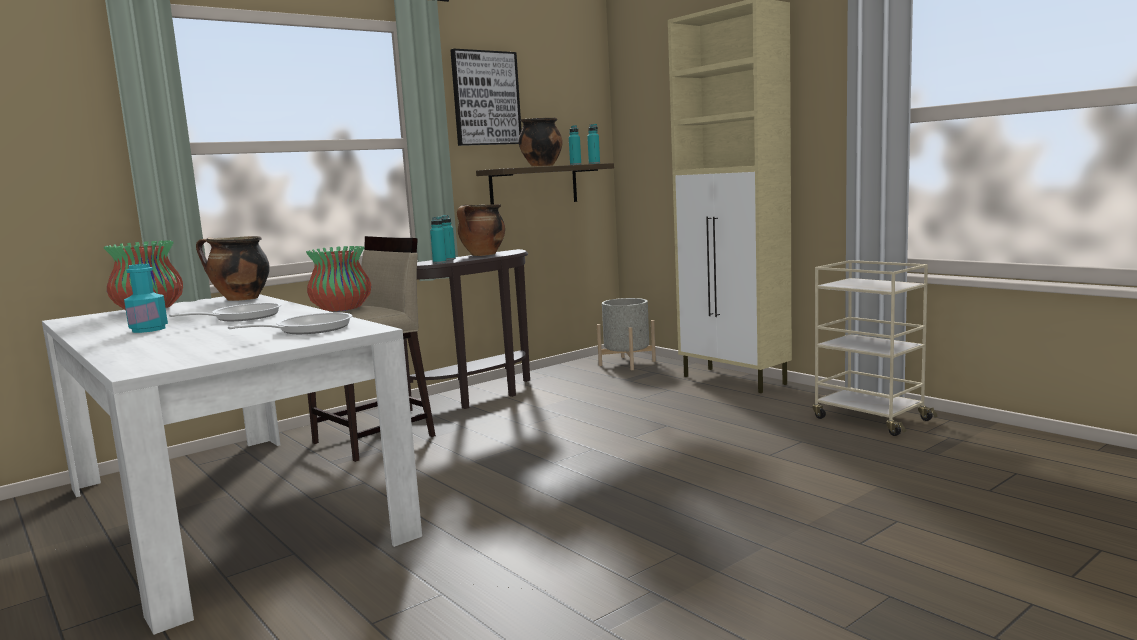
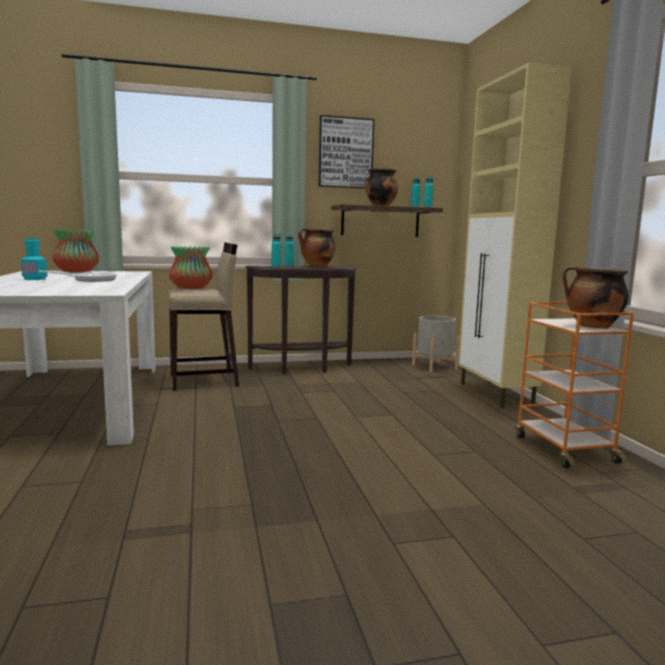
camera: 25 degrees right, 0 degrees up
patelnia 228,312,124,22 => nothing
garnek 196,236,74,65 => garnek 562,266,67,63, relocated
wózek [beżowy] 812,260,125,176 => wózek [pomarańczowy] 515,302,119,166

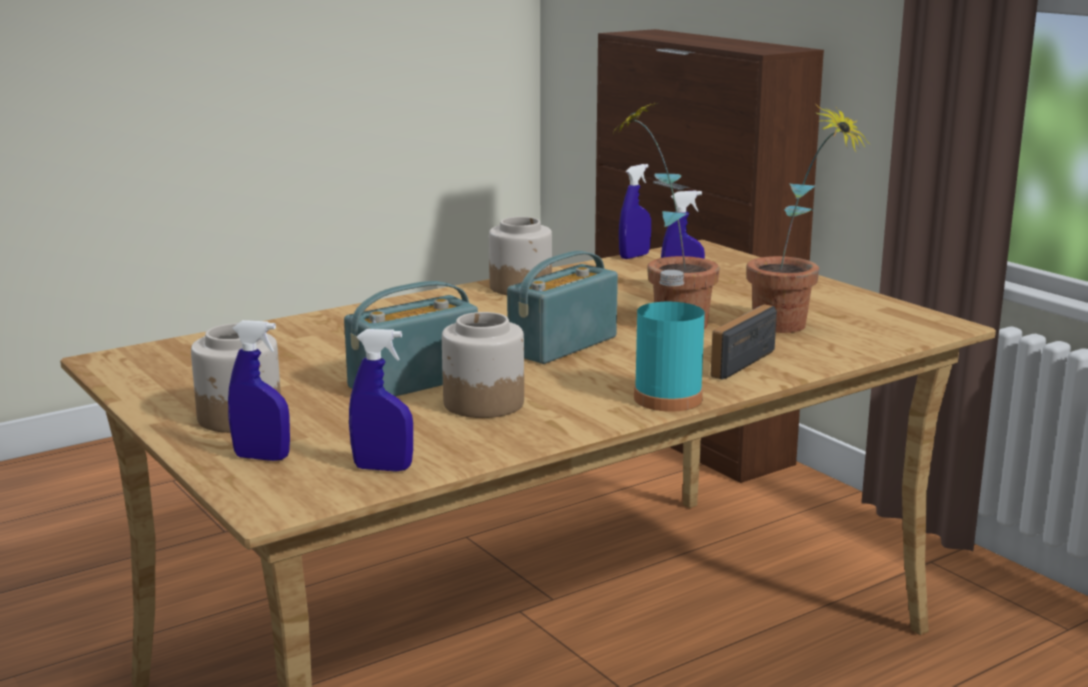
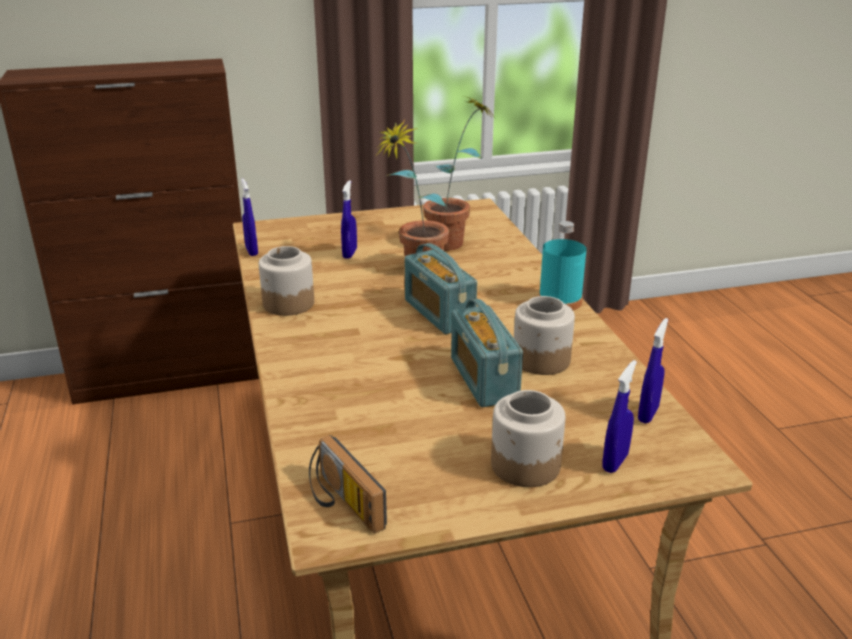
camera: 70 degrees left, 10 degrees up
radio 711,304,66,76 => radio 309,435,78,99, relocated

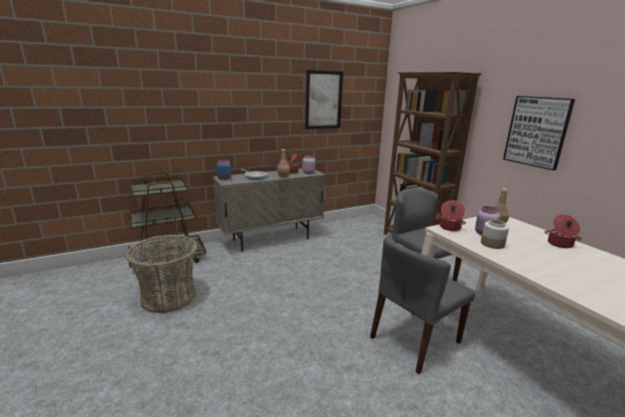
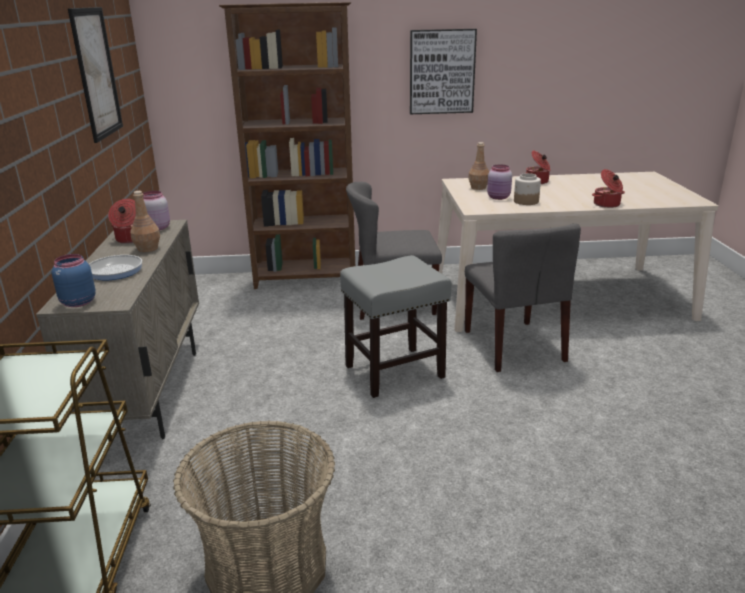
camera: 65 degrees left, 5 degrees up
nothing => stołek [szary] 340,255,112,143
garnek 438,200,28,31 => garnek 592,169,33,39, relocated

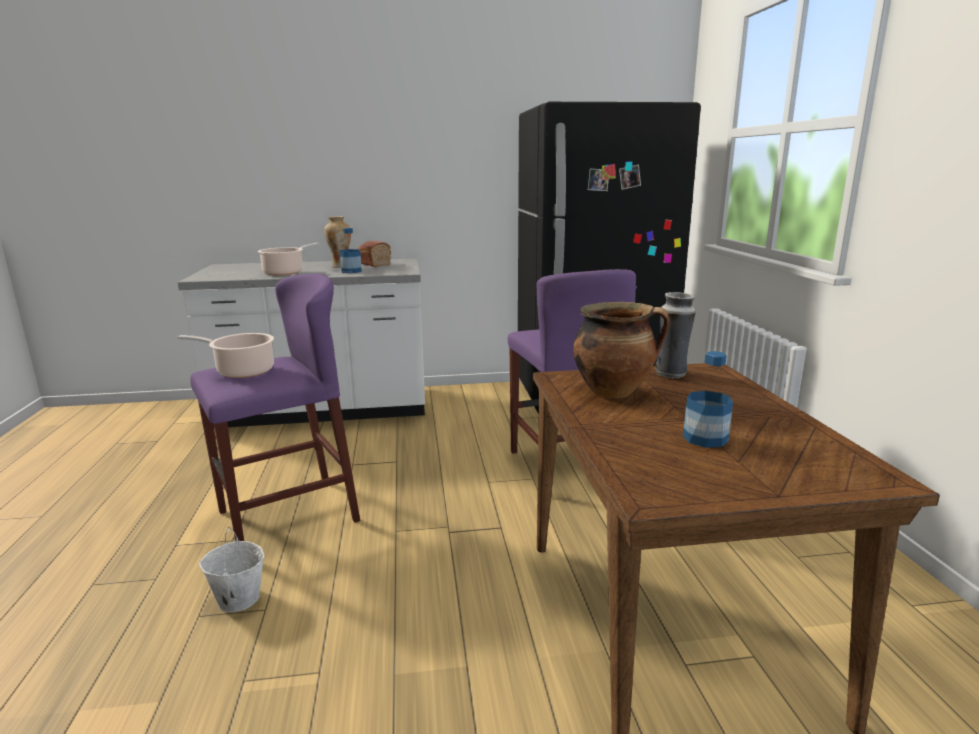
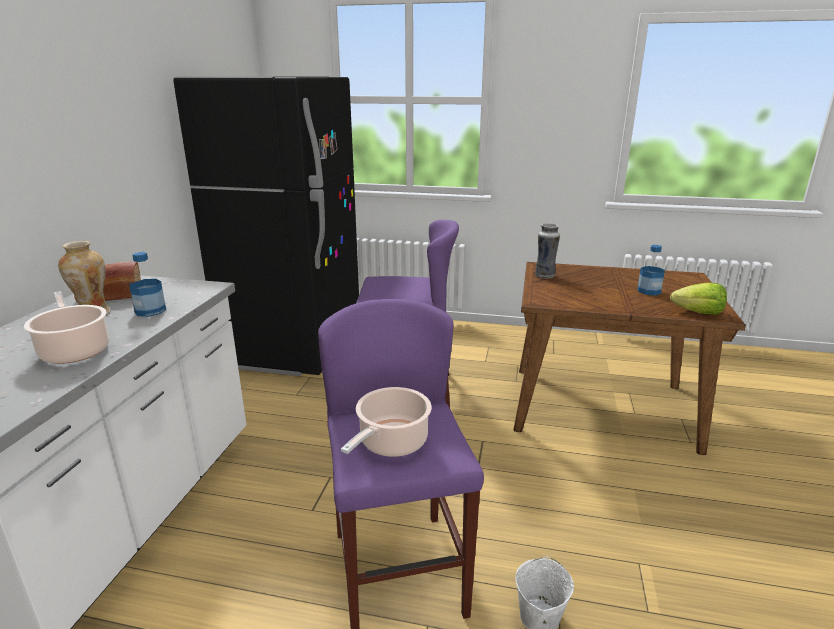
camera: 70 degrees left, 5 degrees up
garnek 573,302,96,96 => nothing
nothing => sałata 670,283,57,32

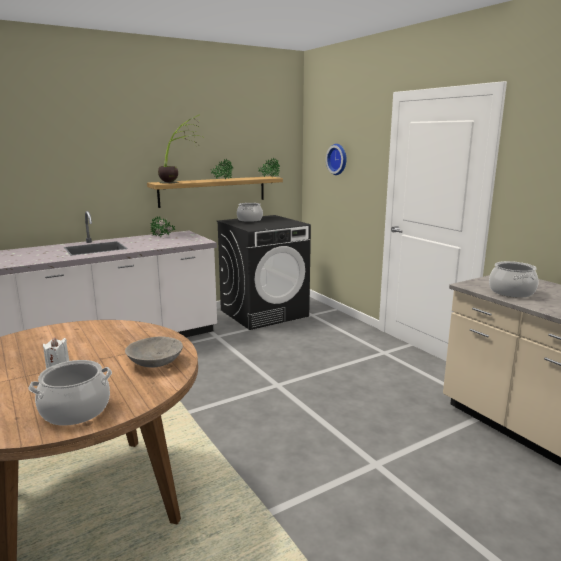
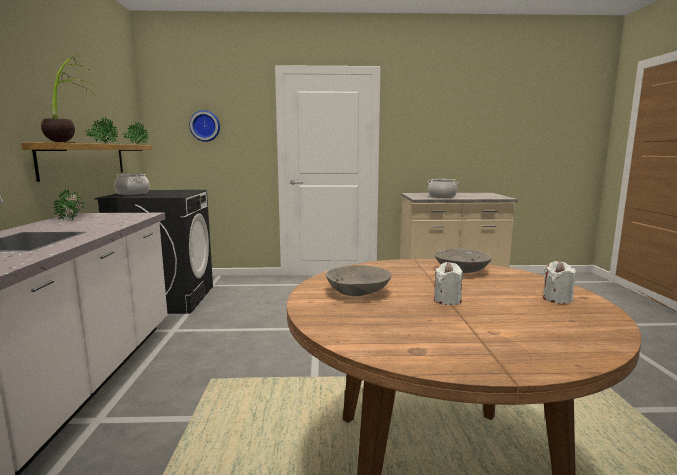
camera: 60 degrees left, 5 degrees down
nothing => miska [szary] 325,265,67,31
garnek 28,360,84,66 => świeca [biały] 543,261,33,43

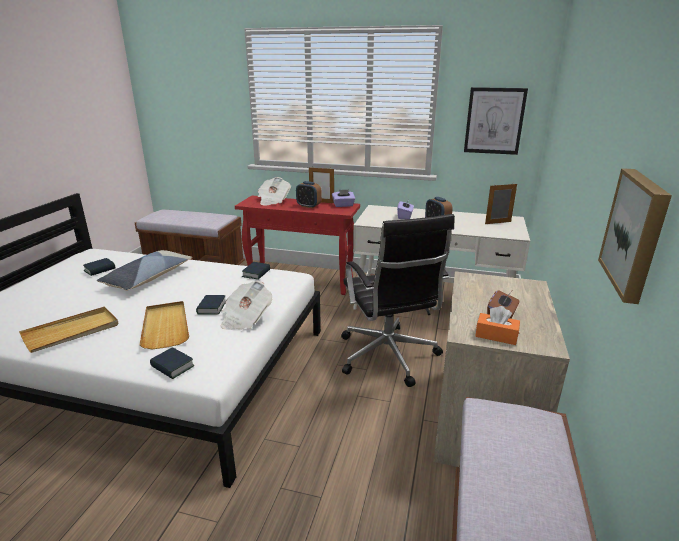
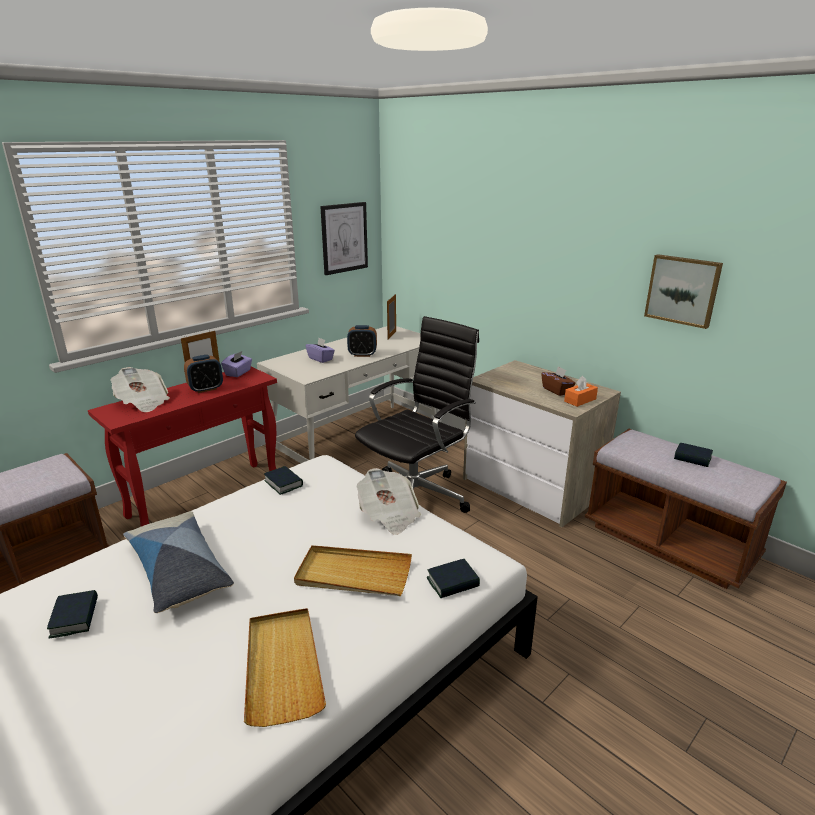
camera: 60 degrees left, 0 degrees up
książka 196,295,30,20 => książka 674,443,39,24, relocated
krzesło biurowe [czarny] 341,214,114,173 => krzesło biurowe [czarny] 355,316,124,197, 60 degrees counterclockwise

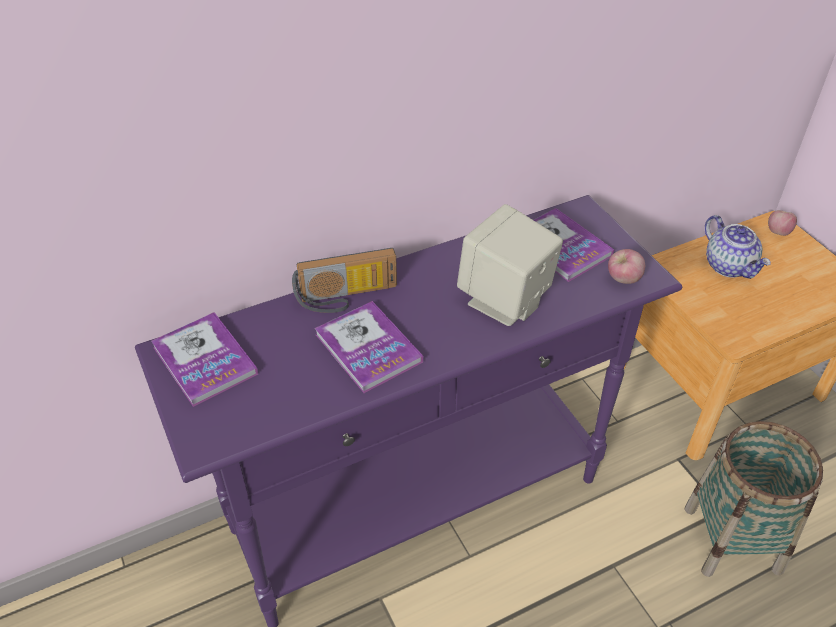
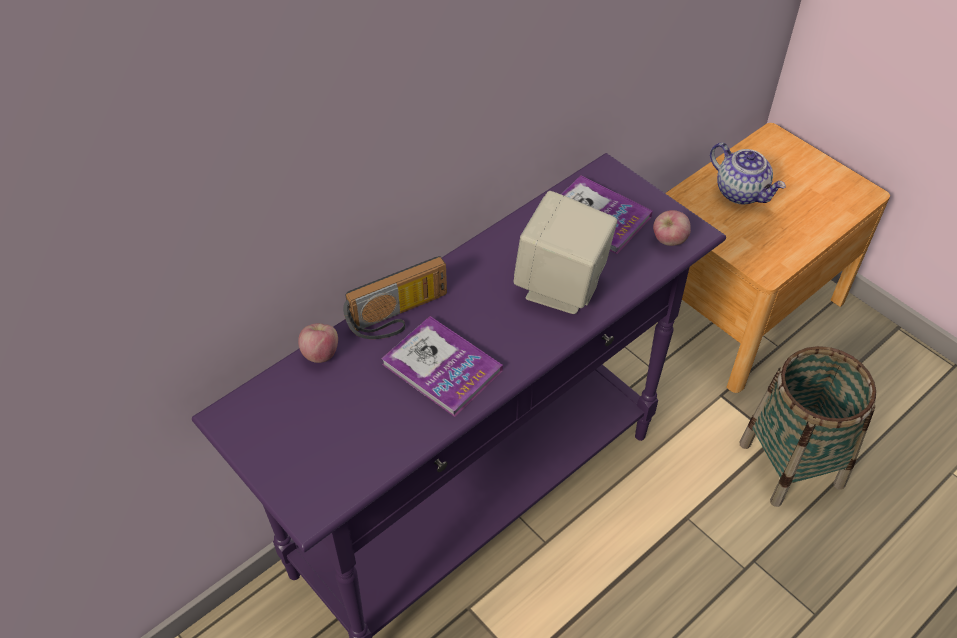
camera: 15 degrees left, 5 degrees up
książka 151,312,107,95 => nothing
jabłko 768,210,29,26 => jabłko 298,323,40,40, relocated

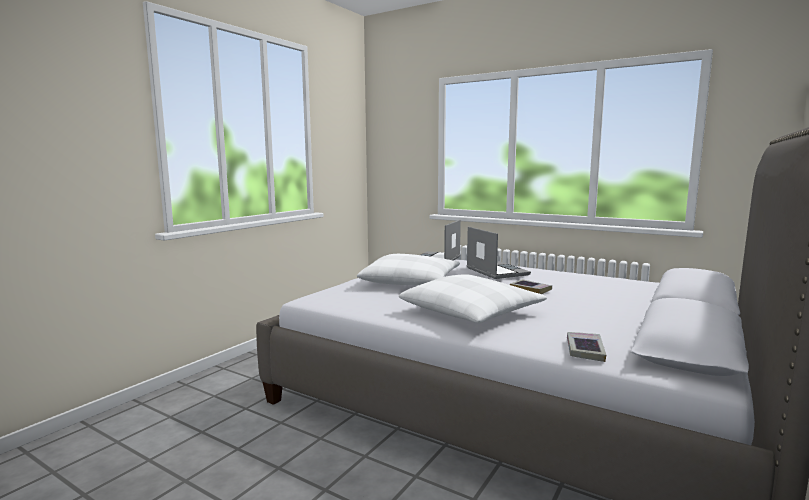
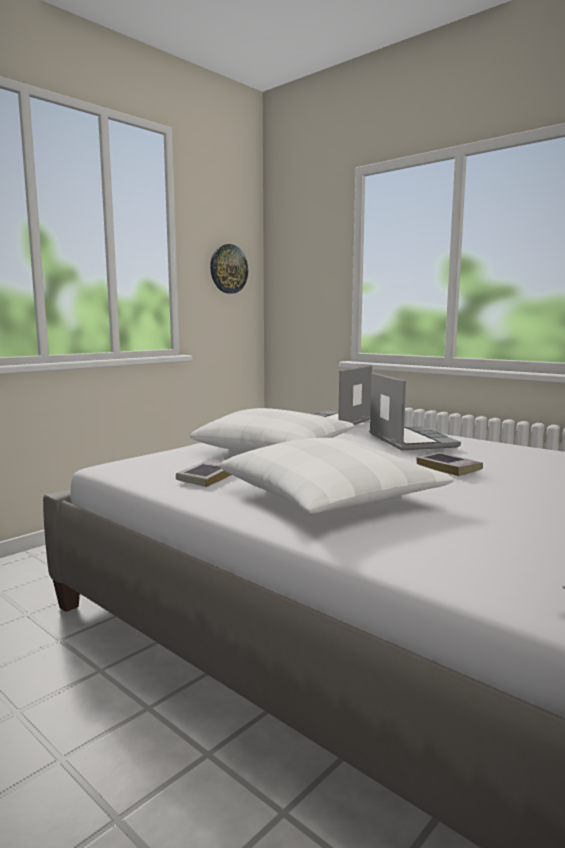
camera: 10 degrees right, 0 degrees up
nothing => zegar ścienny 210,244,38,50
książka 567,332,39,30 => książka 176,460,55,27, relocated

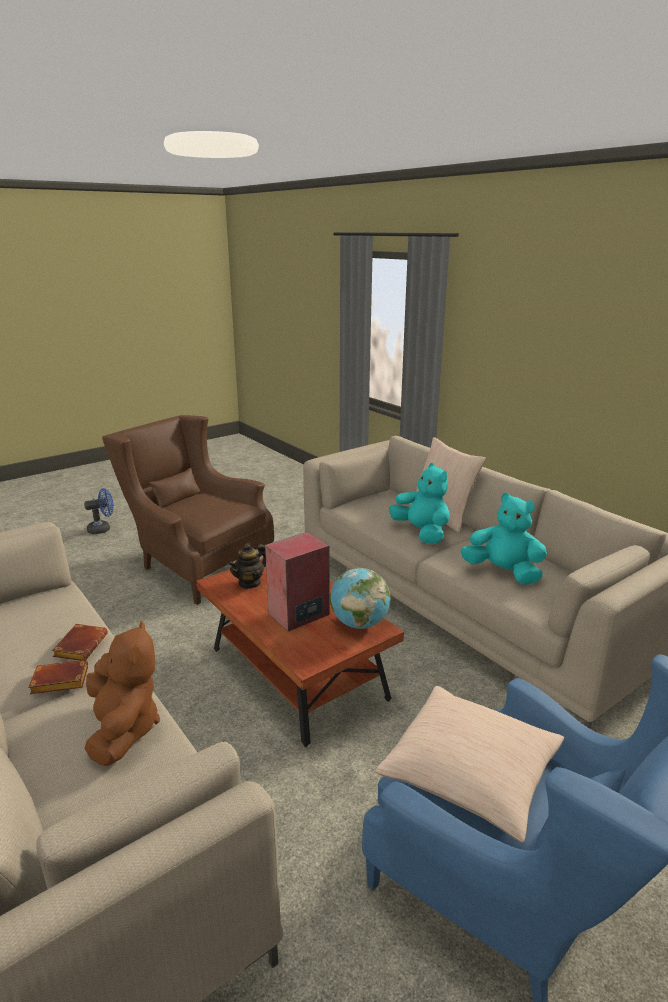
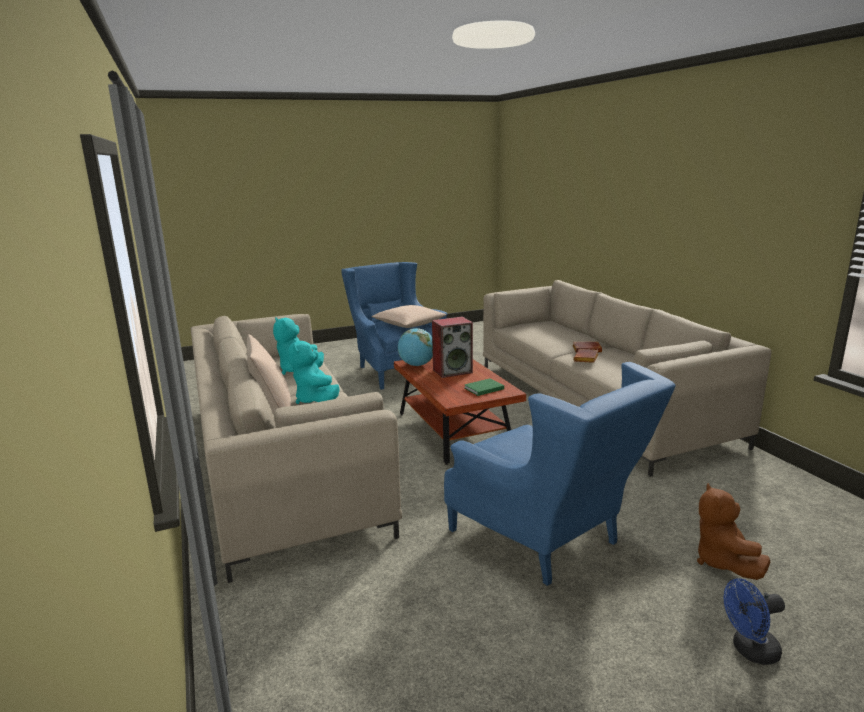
camera: 165 degrees left, 5 degrees down
pluszak [brązowy] 84,620,76,146 => pluszak [brązowy] 697,483,73,97, relocated
imbryk 227,543,39,46 => książka [zielony] 464,378,40,18
fotel [brązowy] 102,415,172,190 => fotel [niebieski] 444,362,232,224

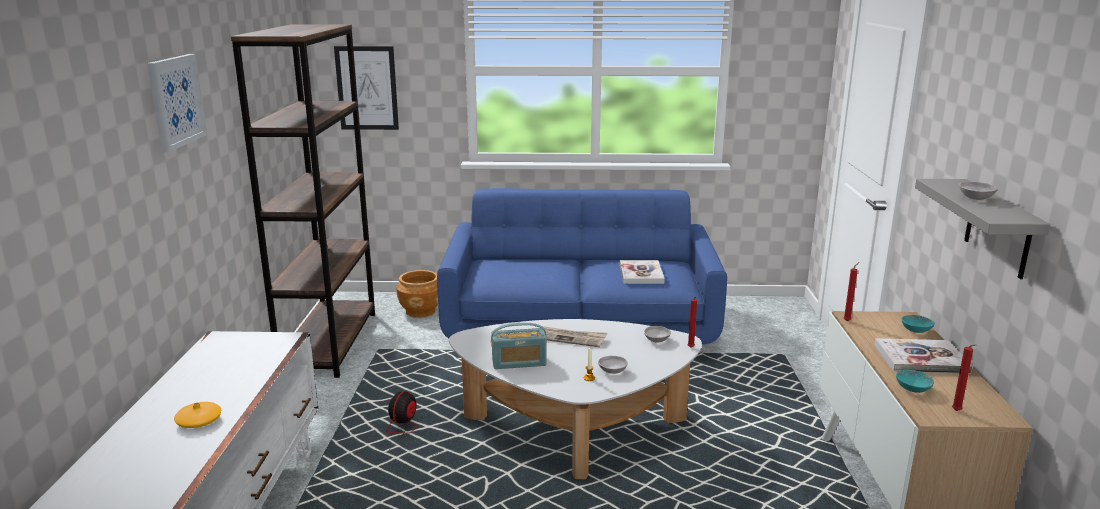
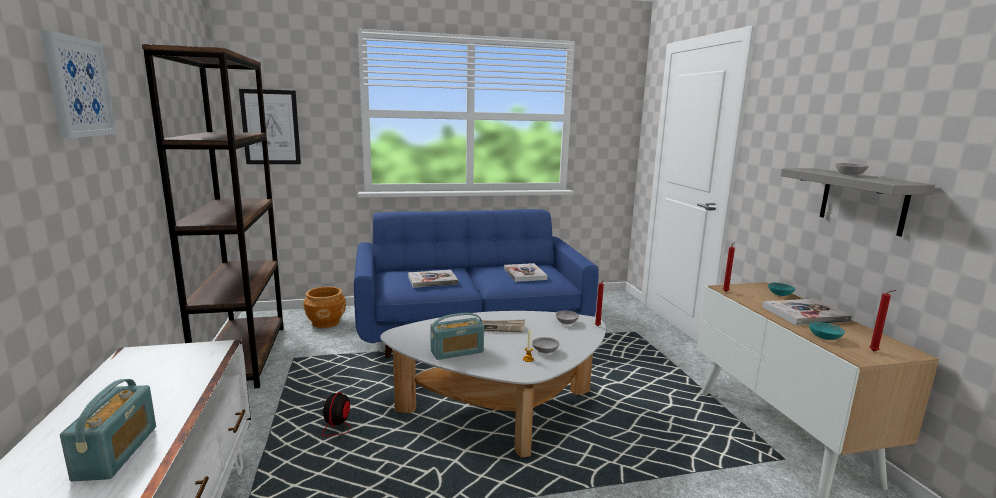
camera: 15 degrees left, 5 degrees down
nothing => książka 408,270,50,18
wazon [pomarańczowy] 174,402,47,26 => radio 60,379,96,102

